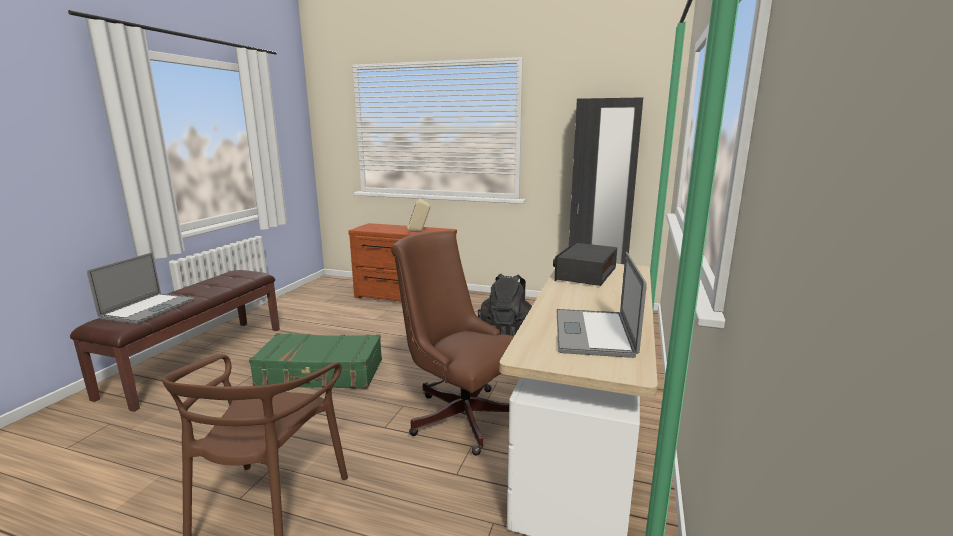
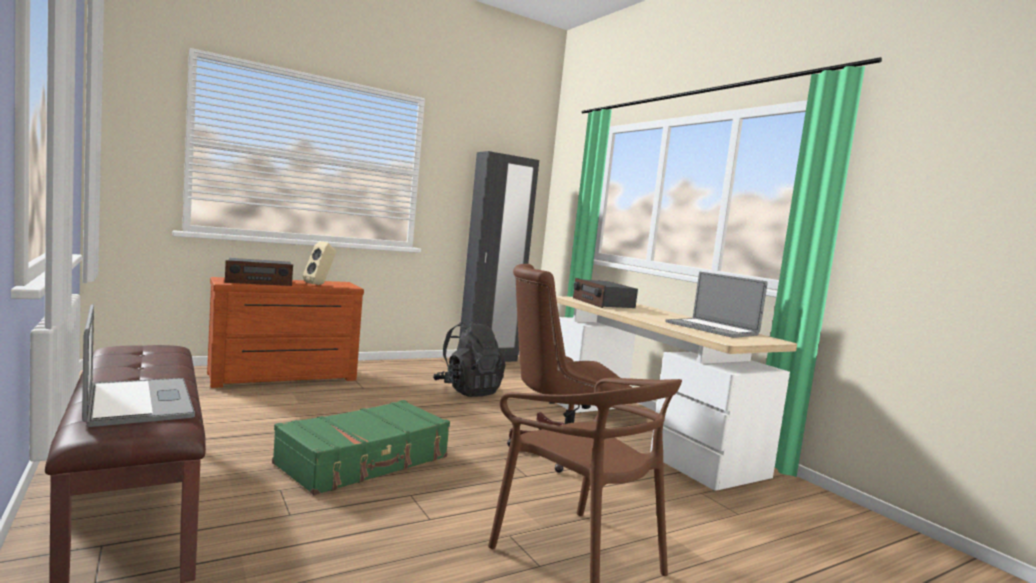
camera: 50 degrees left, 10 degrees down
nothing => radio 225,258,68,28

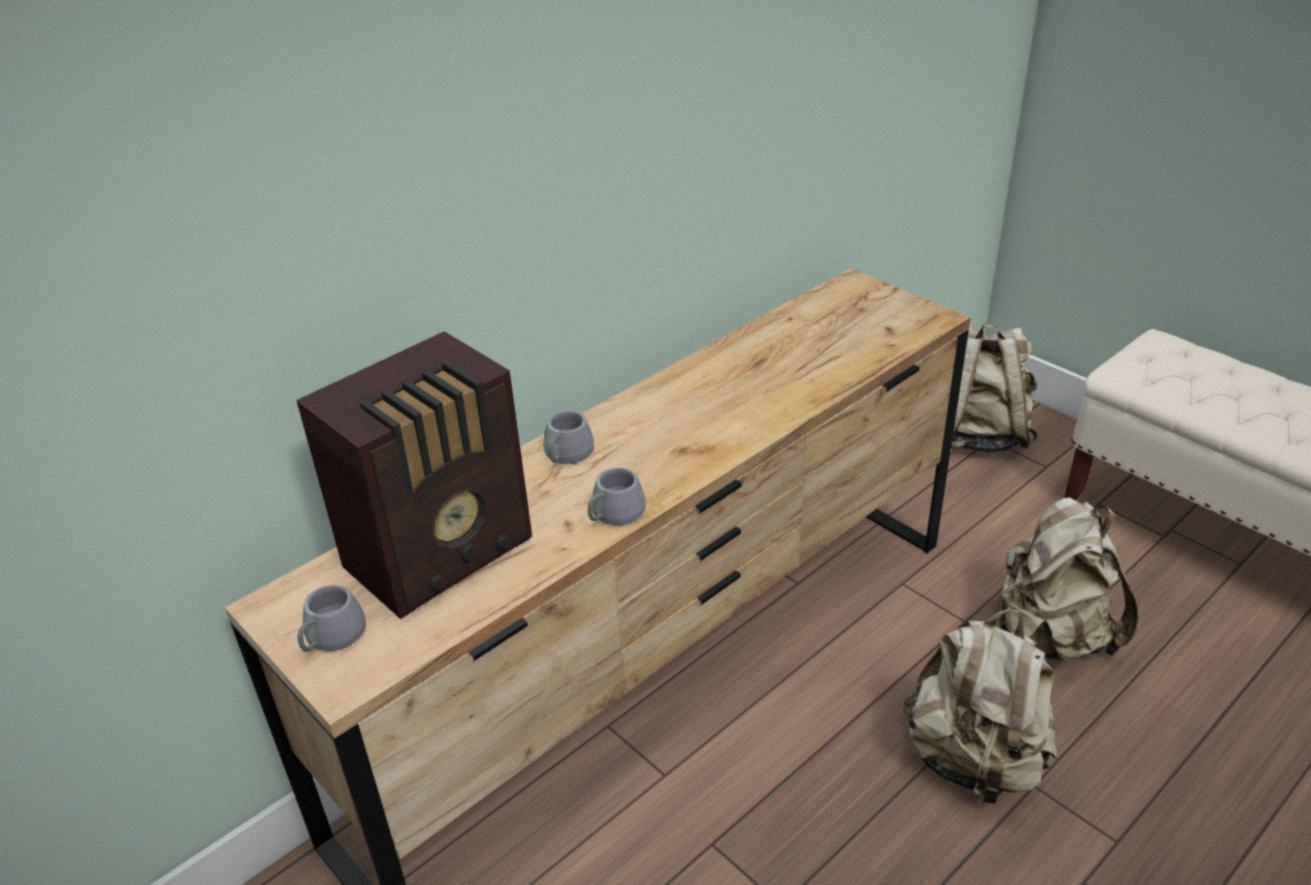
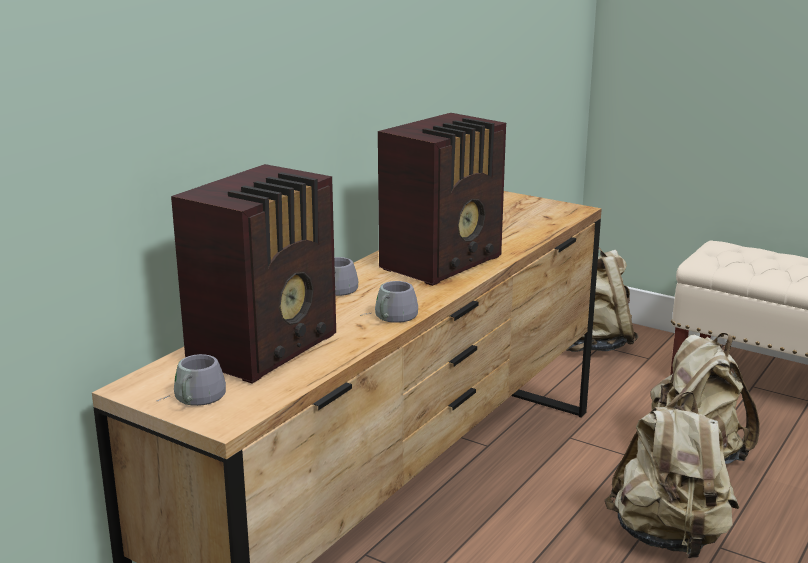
camera: 15 degrees left, 15 degrees down
nothing => radio 378,113,128,173

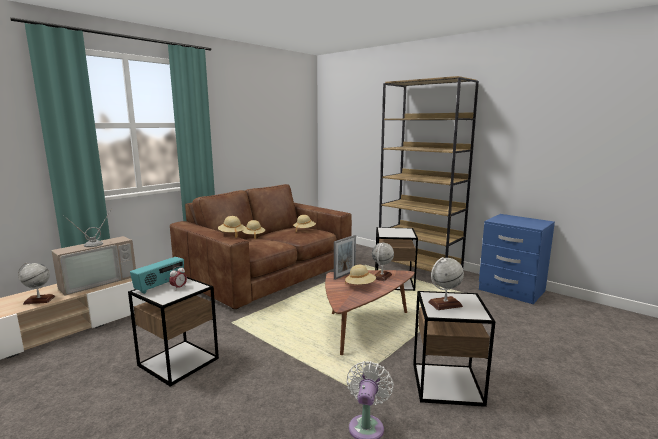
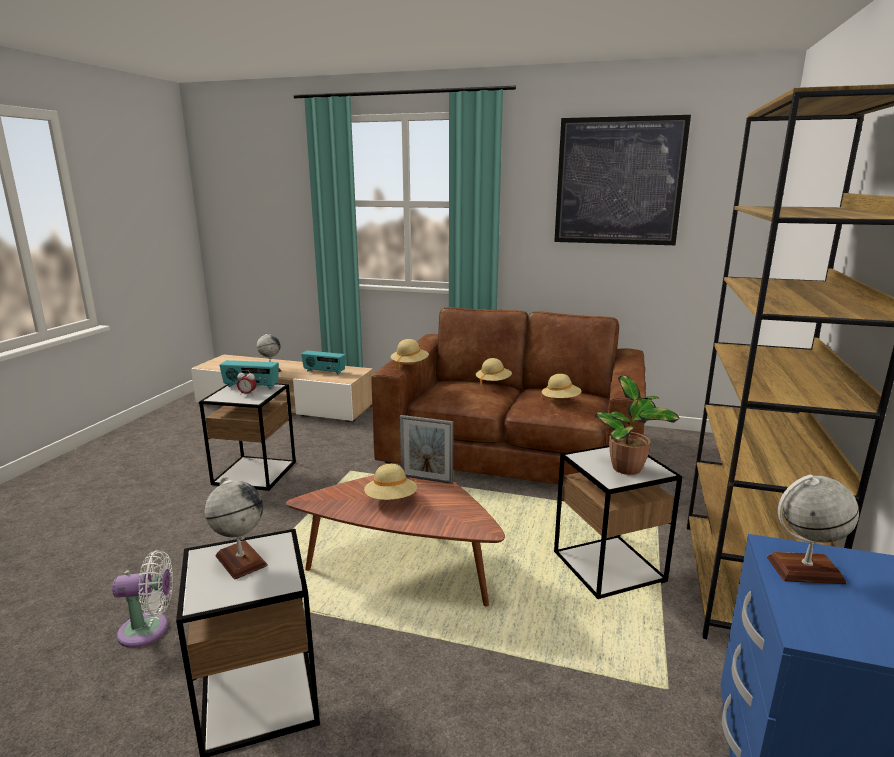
camera: 65 degrees right, 5 degrees up
nothing => obraz 554,115,137,130
nothing => roślina doniczkowa 595,375,85,100
globus 372,243,22,38 => globus 767,475,92,109, relocated
telewizor 51,210,85,85 => radio 301,351,45,24

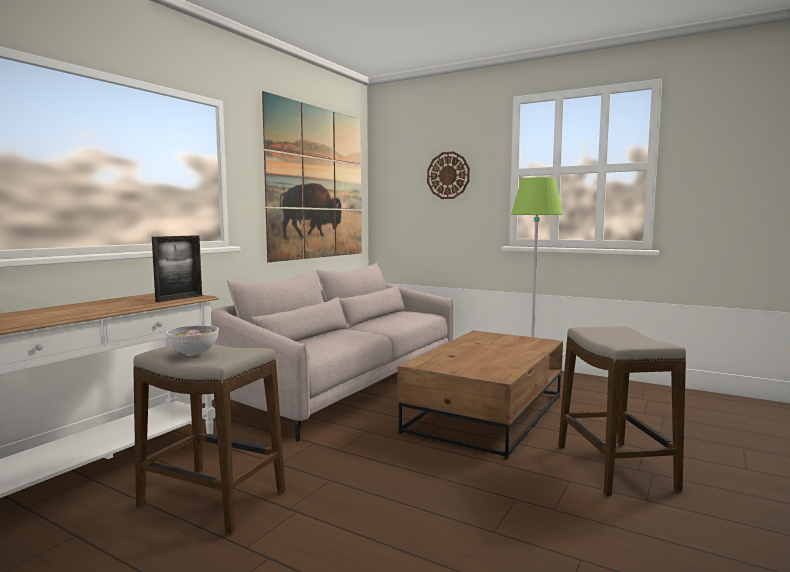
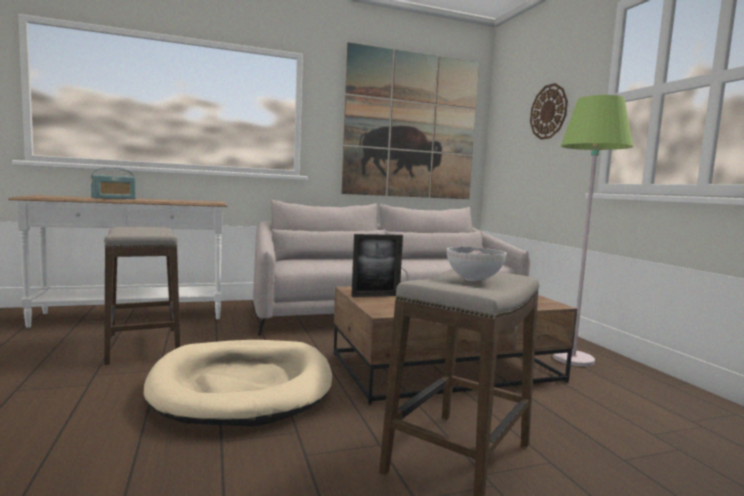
camera: 40 degrees right, 0 degrees up
nothing => radio 91,168,45,31
nothing => legowisko [beżowy] 144,340,188,86
ramka na zdjęcie 152,235,50,67 => ramka na zdjęcie 351,234,52,63, relocated
miska 166,325,53,31 => miska 447,247,60,34, relocated

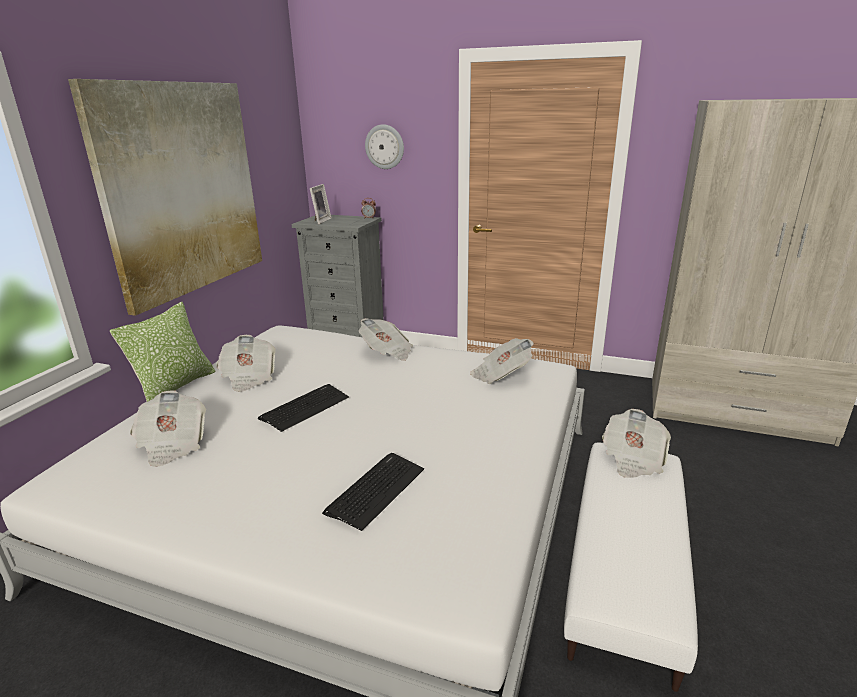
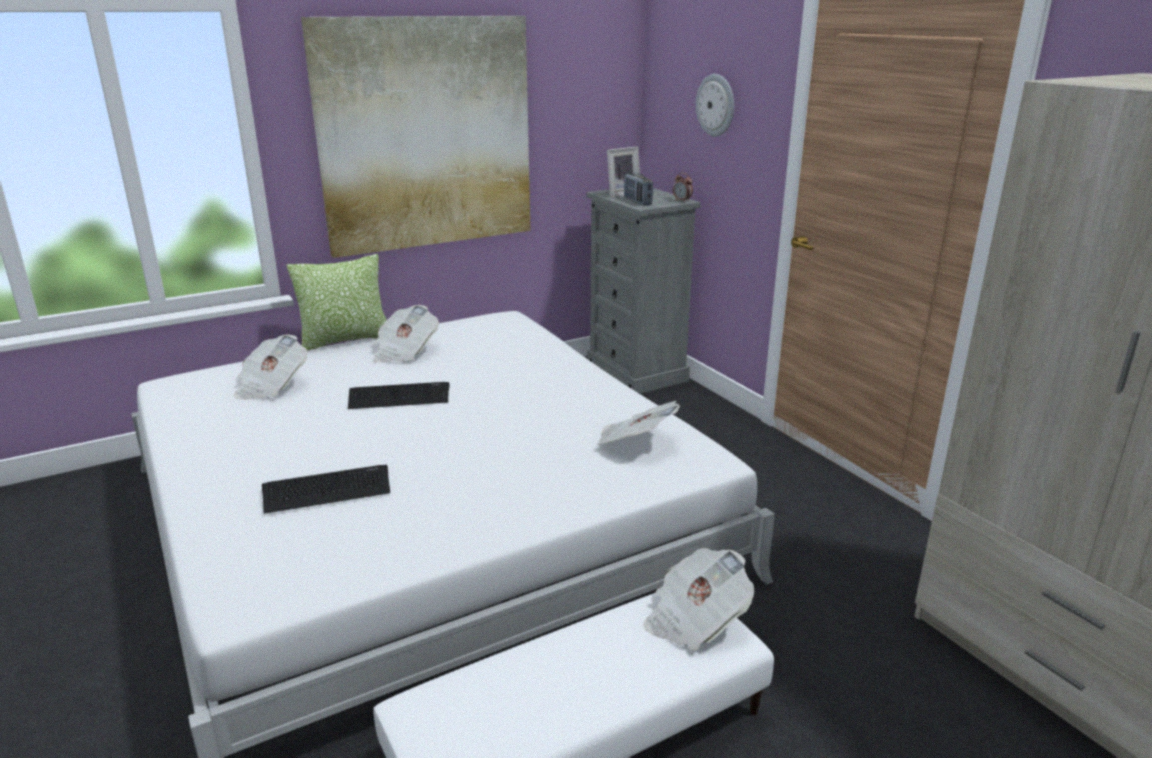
camera: 40 degrees right, 0 degrees up
gazeta 359,318,54,43 => nothing
nothing => radio 624,173,29,32

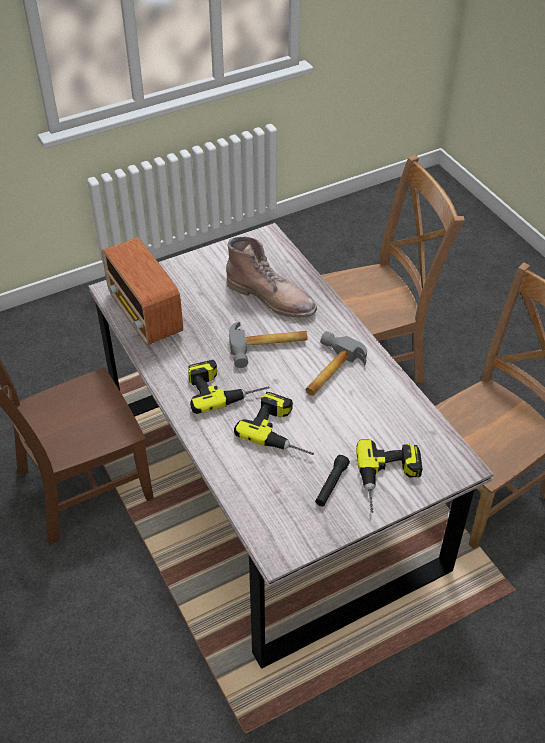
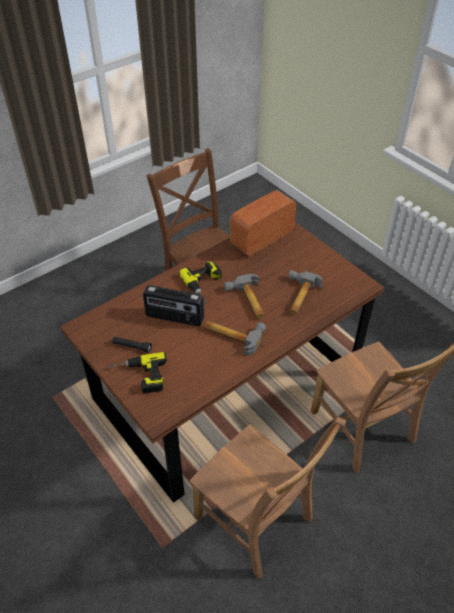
camera: 80 degrees right, 0 degrees up
but z cholewką [brązowy] 226,237,91,81 => młotek 288,270,35,45
wiertarka 234,392,80,63 => radio 143,285,61,41
stół jadalny [szary] 89,223,405,446 => stół jadalny [brązowy] 60,222,324,281

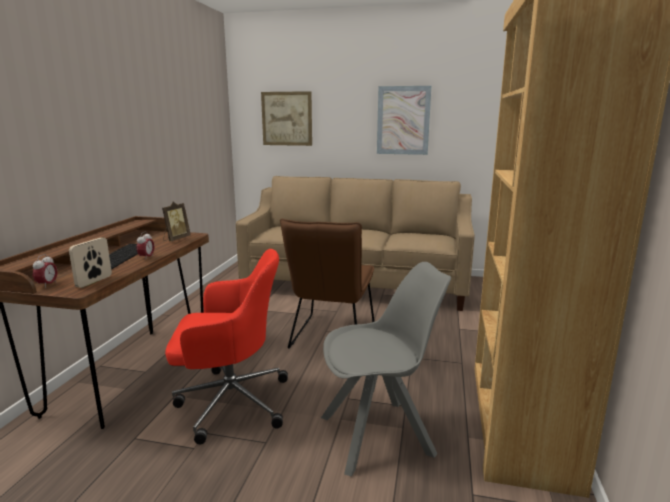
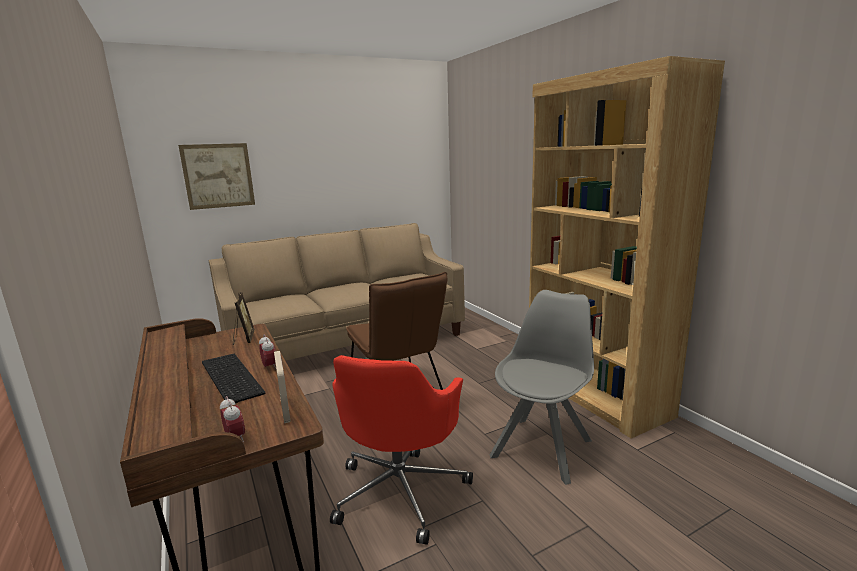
camera: 40 degrees left, 0 degrees up
obraz 377,86,54,69 => nothing
krzesło biurowe [czerwony] 165,249,123,195 => krzesło biurowe [czerwony] 330,355,143,190, 150 degrees clockwise

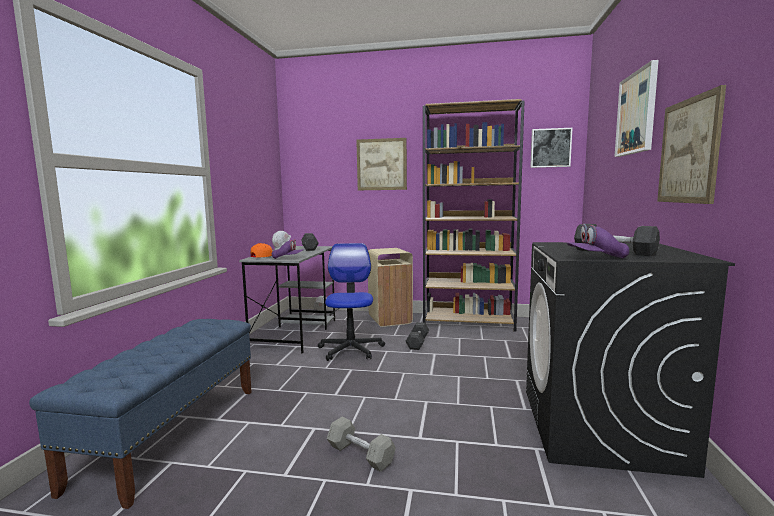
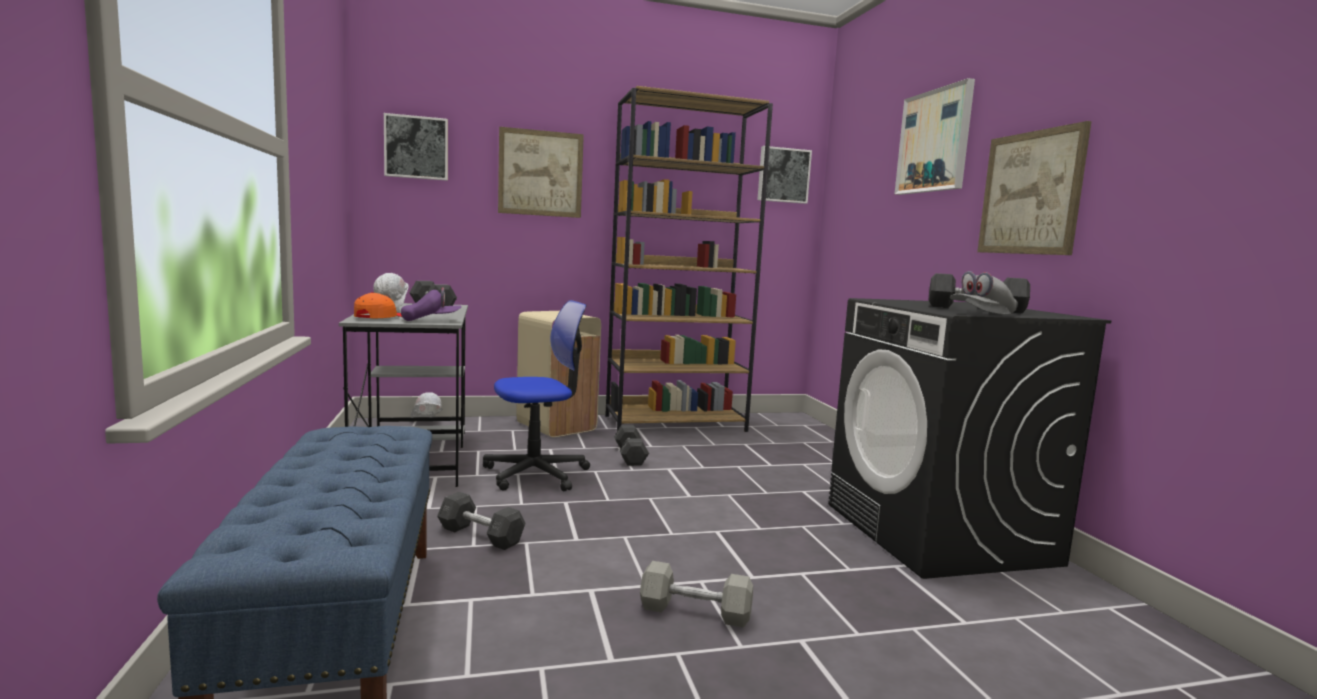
camera: 25 degrees left, 0 degrees up
nothing => obraz 384,113,64,68
nothing => hantel [szary] 437,492,89,58
czapka z daszkiem [fioletowy] 567,224,62,34 => czapka z daszkiem [szary] 950,271,68,44
krzesło biurowe 318,243,67,118 => krzesło biurowe 483,300,107,191, 90 degrees clockwise

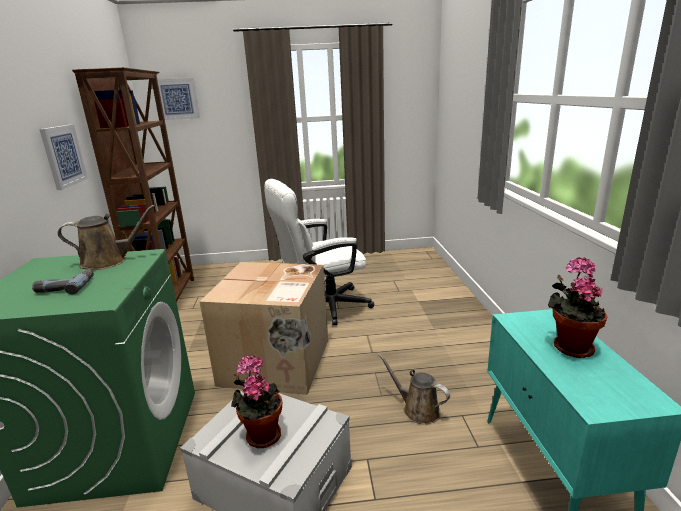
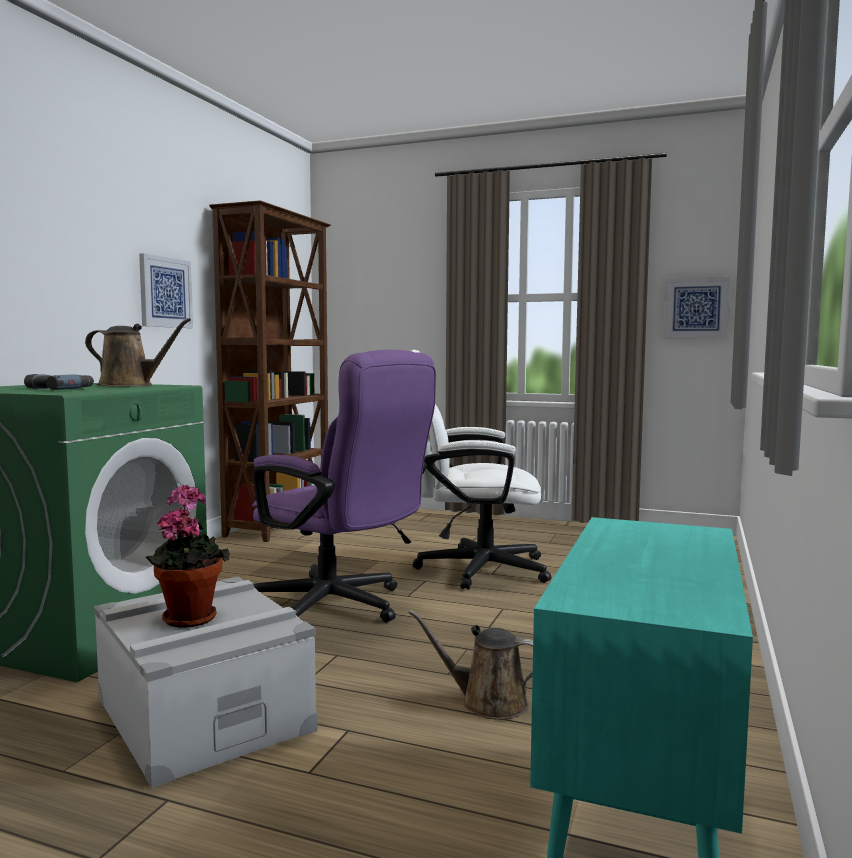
camera: 25 degrees right, 15 degrees down
roślina doniczkowa 548,257,60,101 => nothing
obraz 157,78,43,42 => obraz 664,277,66,62, relocated
karton 200,262,128,133 => krzesło biurowe [fioletowy] 252,350,184,273
konewka [brązowy] 378,354,72,70 => konewka [brązowy] 408,610,125,110, 45 degrees counterclockwise

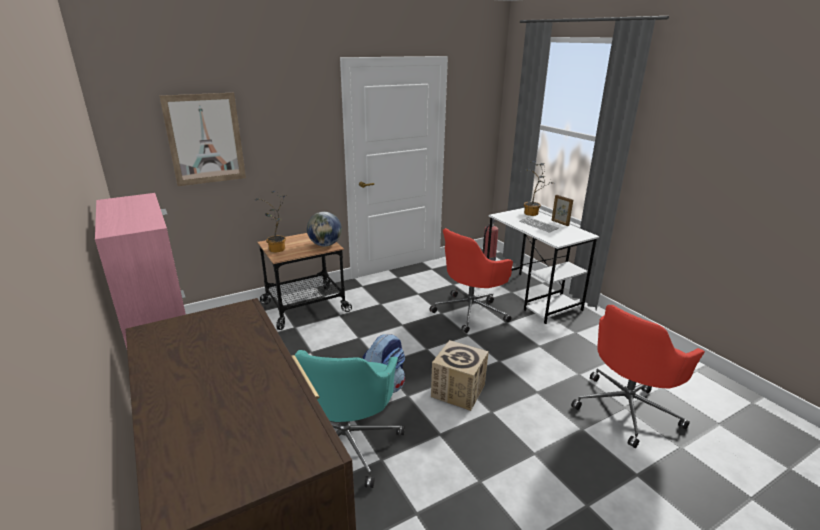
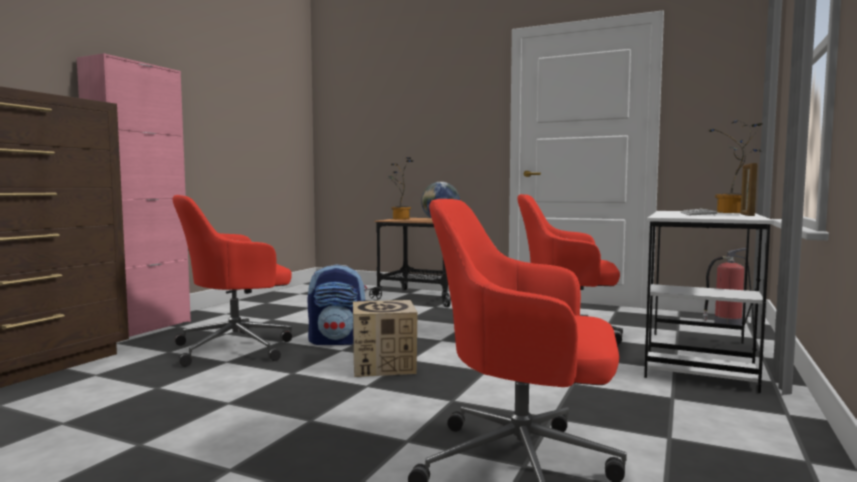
camera: 55 degrees right, 20 degrees down
obraz 160,93,86,93 => nothing
krzesło biurowe [turkusowy] 295,350,110,138 => krzesło biurowe [czerwony] 173,195,119,172

